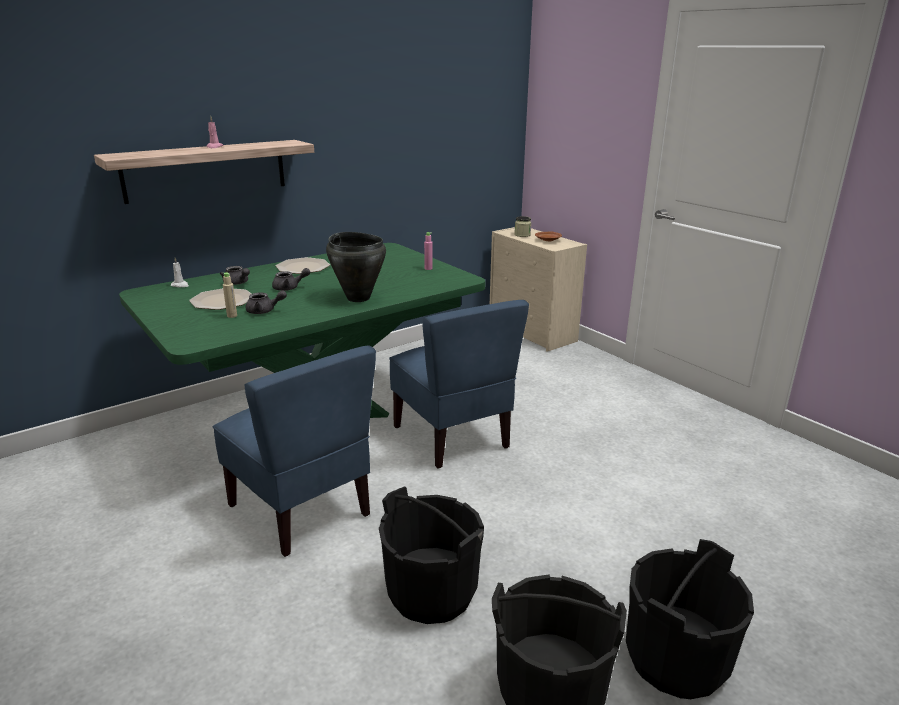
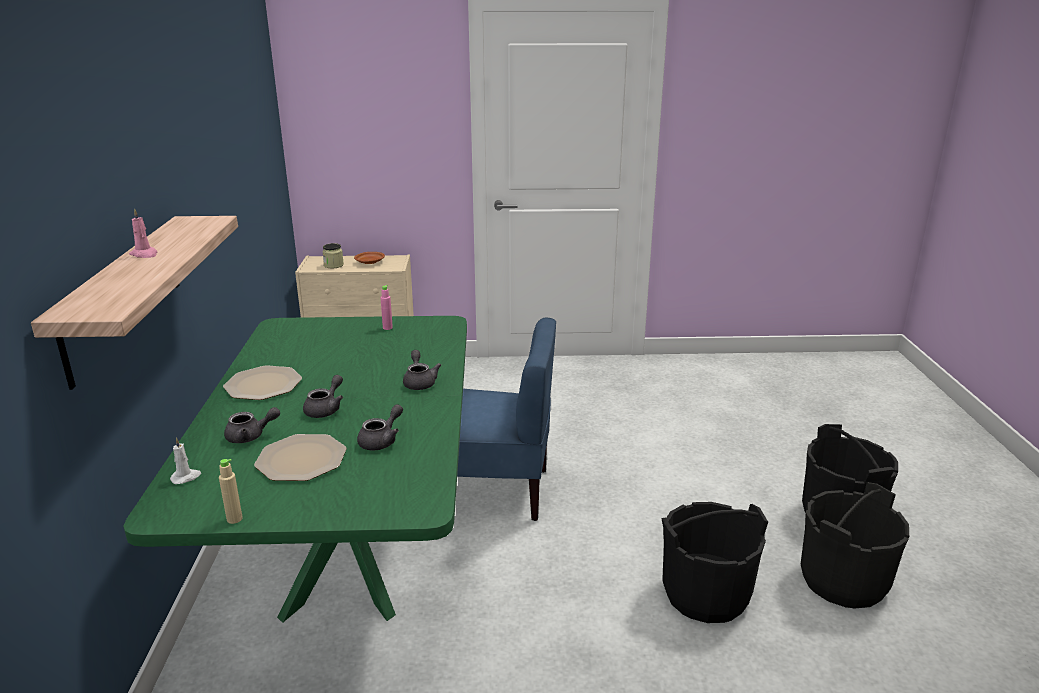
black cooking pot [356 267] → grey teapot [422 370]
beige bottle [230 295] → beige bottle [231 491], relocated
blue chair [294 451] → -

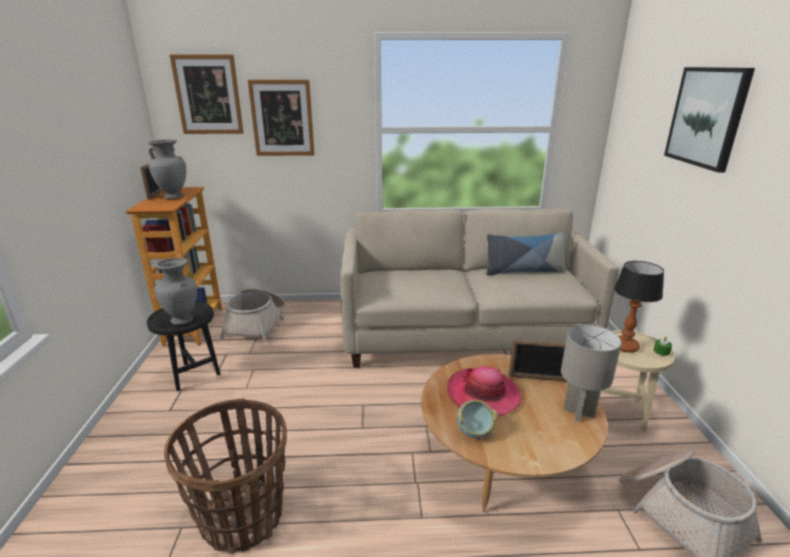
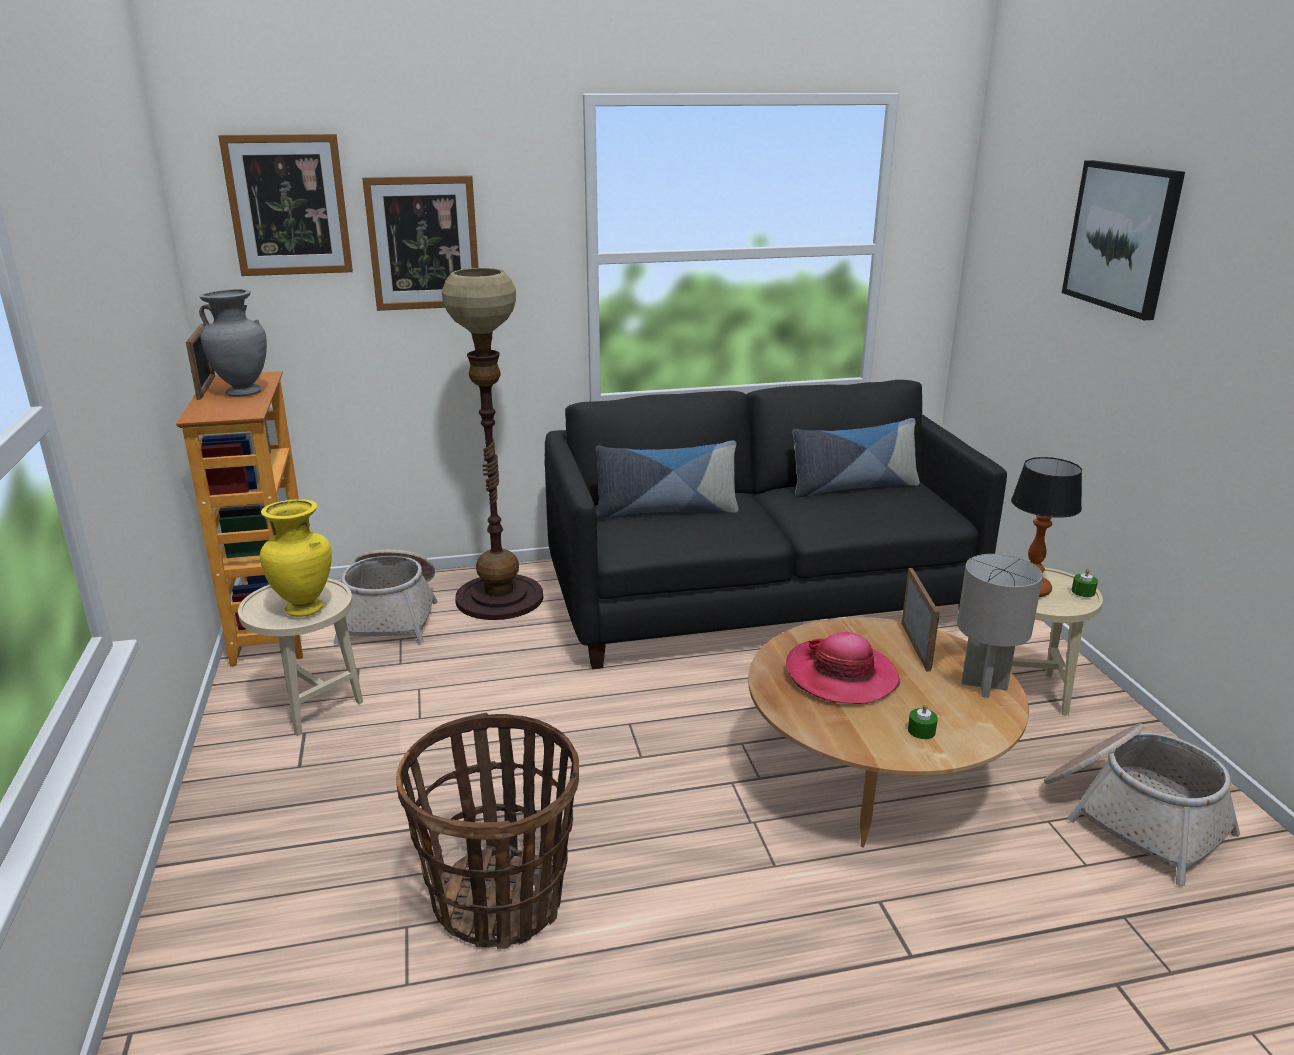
beige sofa [480 288] → black sofa [776 524]
grey vase [175 291] → yellow vase [296 558]
black side table [184 346] → beige side table [300 657]
picture frame [538 360] → picture frame [921 619], 90 degrees counterclockwise
bowl [477 419] → -
- → floor lamp [492 444]
- → pillow [667 479]
- → green candle [923 721]

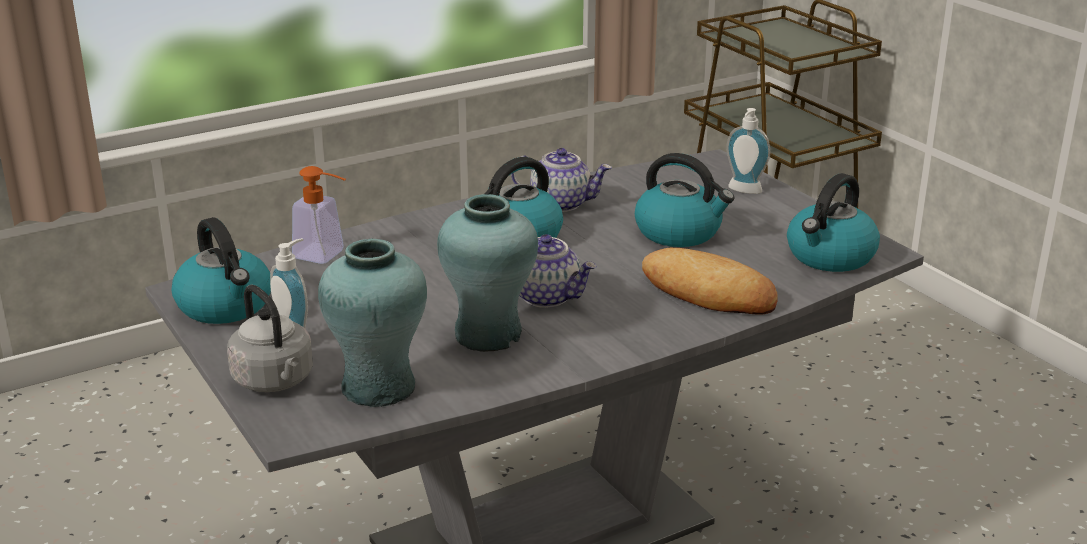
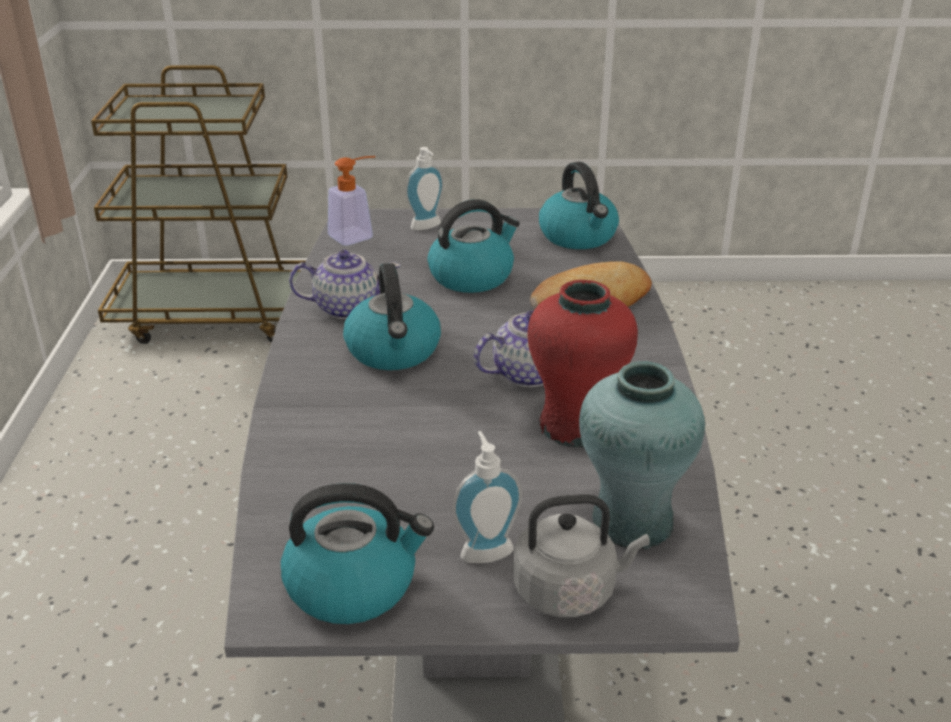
teapot [561 180] → teapot [344 284], 45 degrees clockwise
soap dispenser [319 215] → soap dispenser [352 201], relocated
turquoise vase [487 273] → red vase [583 363]

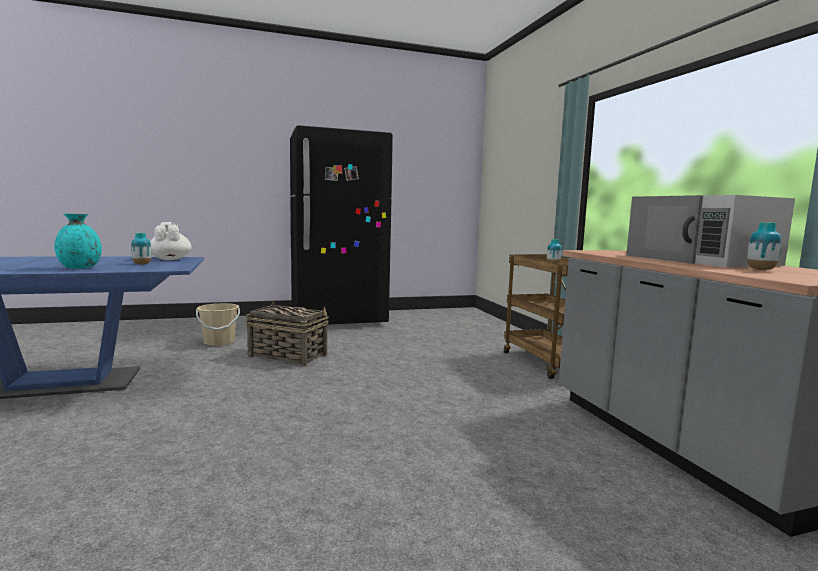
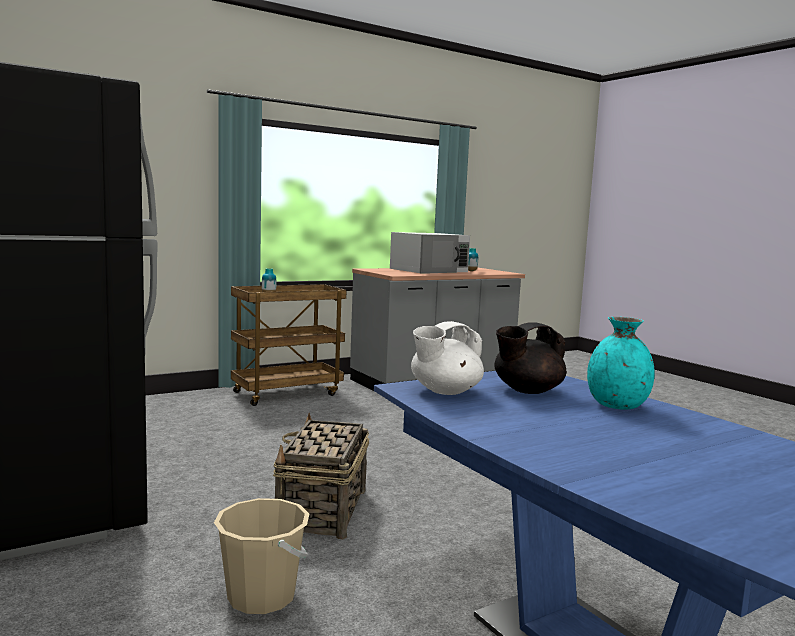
vase [141 249] → black teapot [530 358]

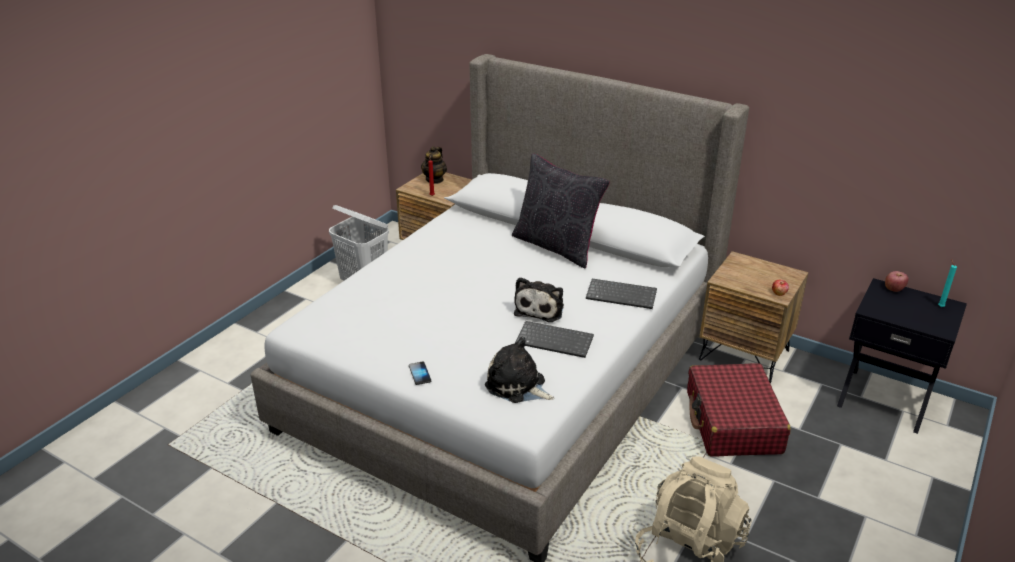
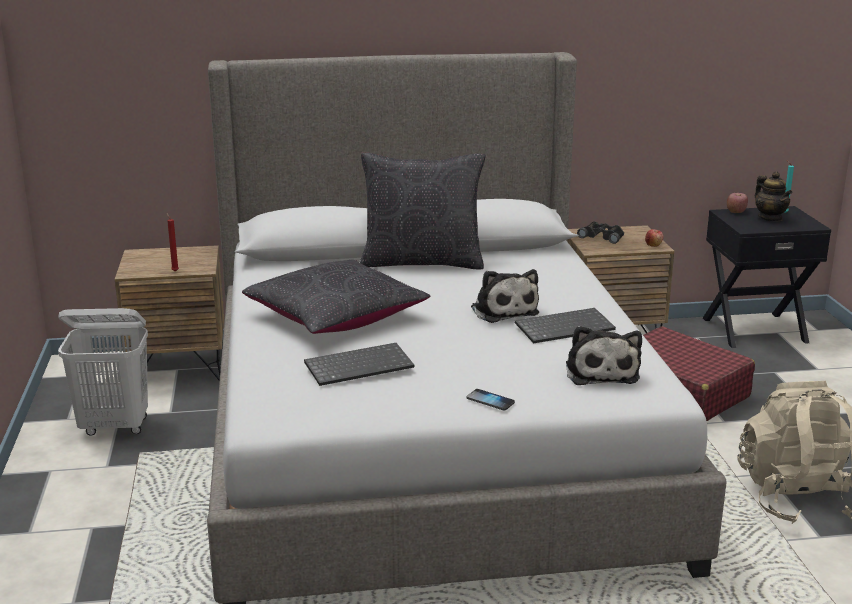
teapot [434 165] → teapot [773 196], relocated
keyboard [621 294] → keyboard [359 364], relocated
plush toy [519 370] → plush toy [604 355], 90 degrees counterclockwise
- → black binoculars [600 232]
- → black pillow [336 297]

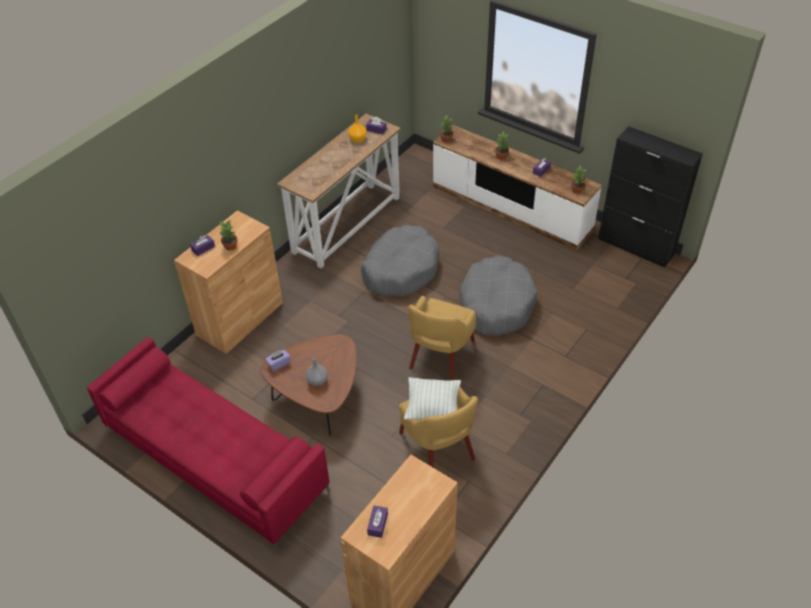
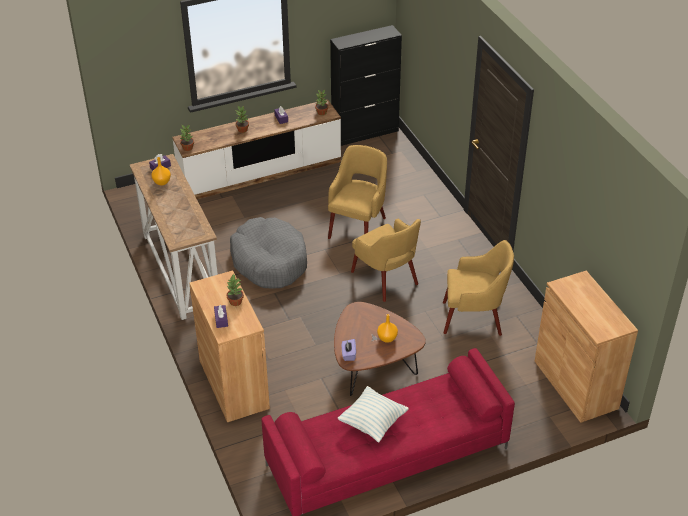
grey dog bed [498 295] → yellow armchair [357 192]
grey vase [317 372] → orange vase [387 328]
pillow [432 398] → pillow [373 414], relocated
purple tissue box [377 522] → -

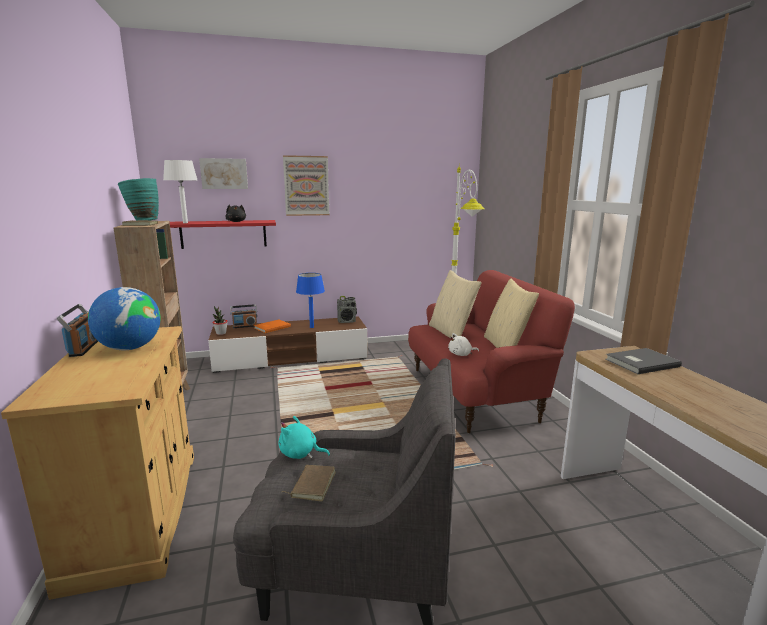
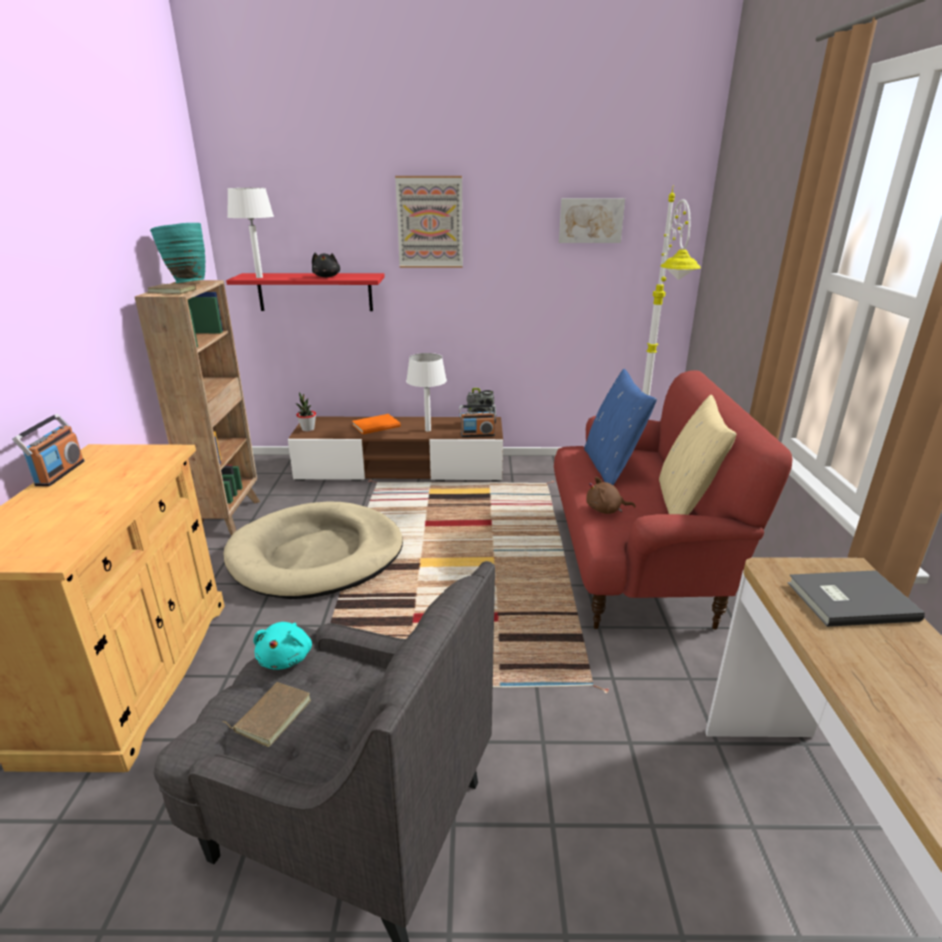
picture [223 173] → picture [592 220], relocated
beige pillow [455 304] → blue pillow [620 427]
blue table lamp [310 300] → white table lamp [426 392]
globe [124 318] → -
radio [243 316] → radio [477 420], relocated
white plush toy [463 344] → brown plush toy [610 495]
turquoise plush toy [304 437] → turquoise plush toy [282 646], 120 degrees counterclockwise
- → beige dog bed [313 550]

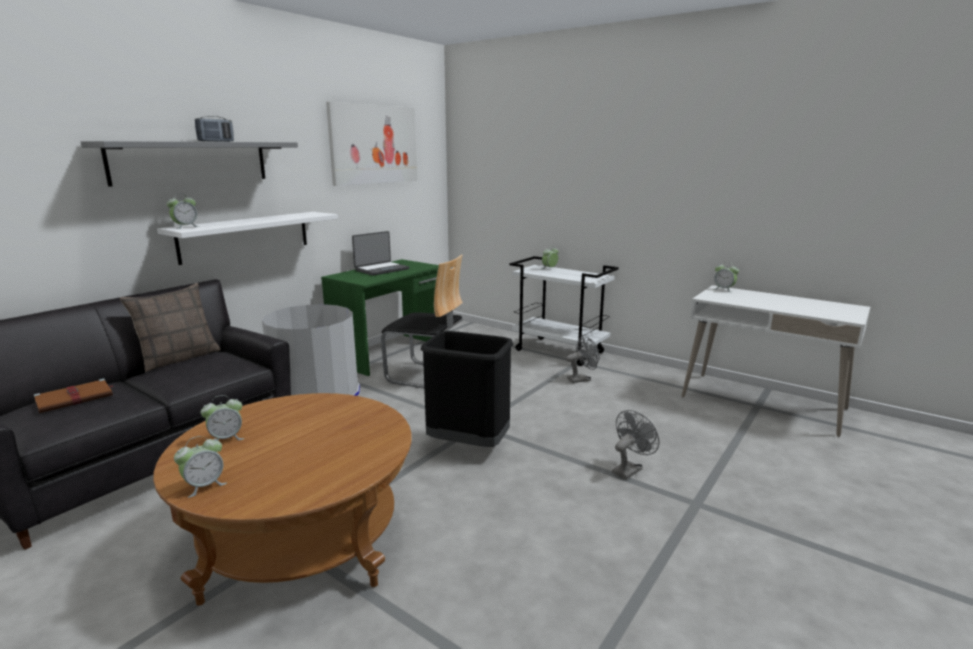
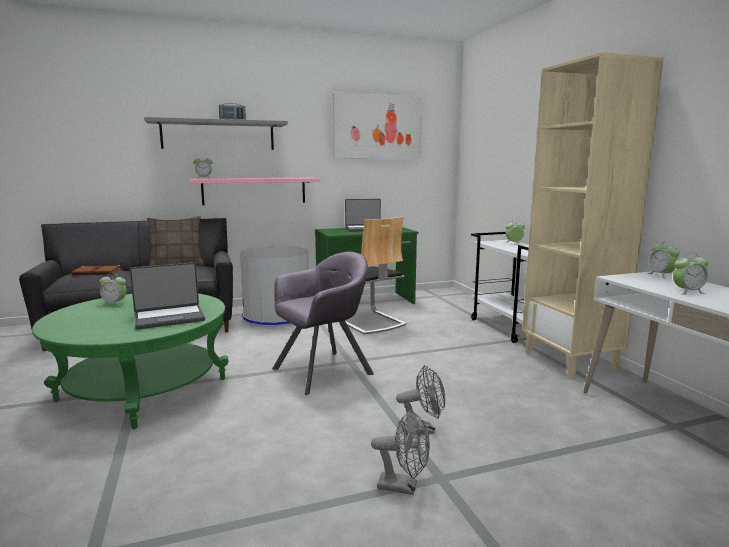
white shelf [247 238] → pink shelf [255 191]
black trash can [467 389] → grey armchair [323 323]
grey fan [582 359] → grey fan [400 452], relocated
brown coffee table [282 499] → green coffee table [130 361]
alarm clock [200 467] → alarm clock [690 274], relocated
- → beige bookcase [593 215]
- → laptop [167 296]

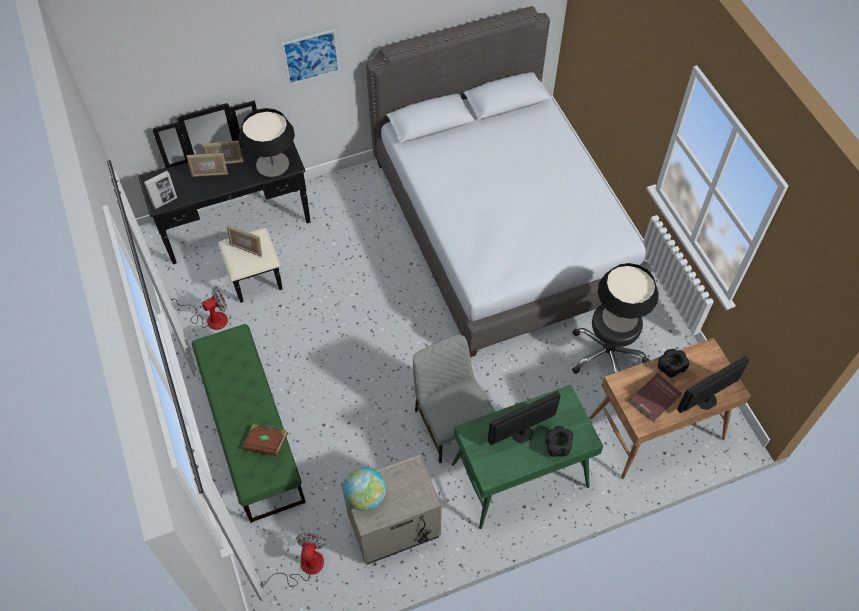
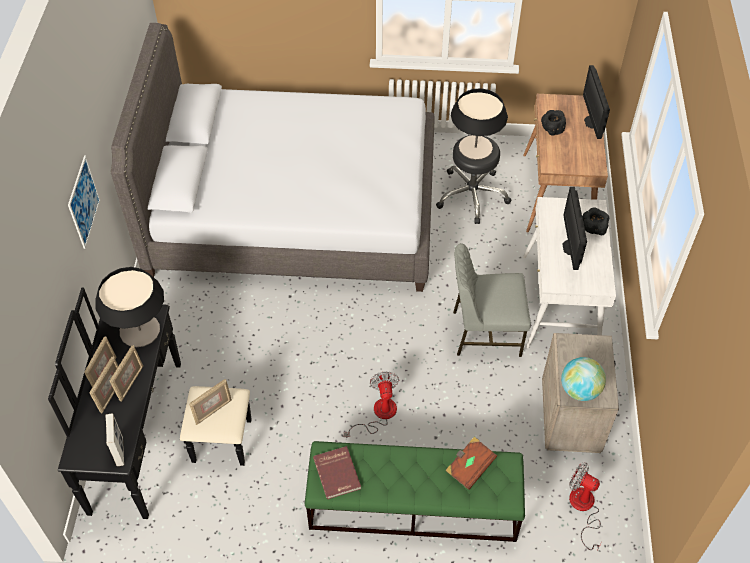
fan [198 309] → fan [371 405], relocated
red book [655 397] → red book [337 472], relocated
green desk [528 457] → white desk [569 272]
- → picture frame [126 373]

